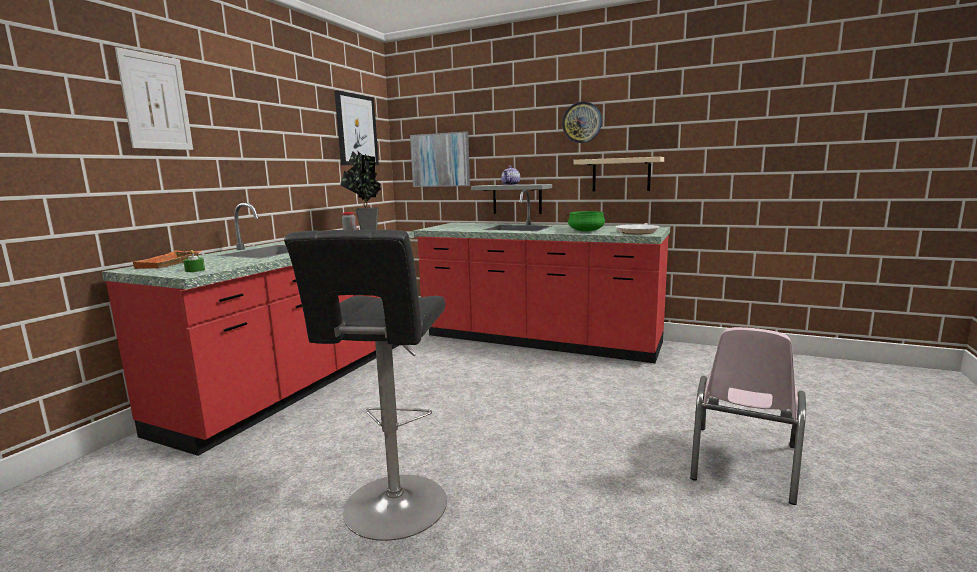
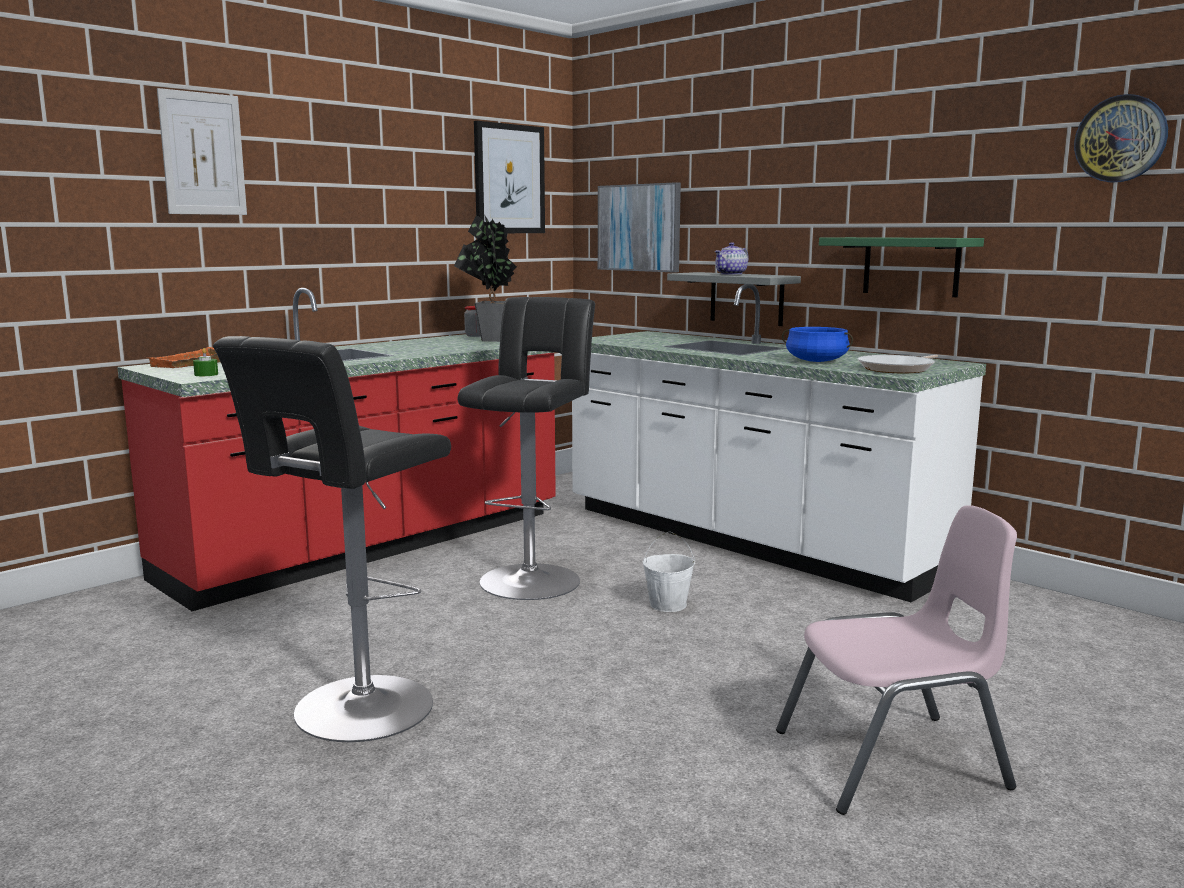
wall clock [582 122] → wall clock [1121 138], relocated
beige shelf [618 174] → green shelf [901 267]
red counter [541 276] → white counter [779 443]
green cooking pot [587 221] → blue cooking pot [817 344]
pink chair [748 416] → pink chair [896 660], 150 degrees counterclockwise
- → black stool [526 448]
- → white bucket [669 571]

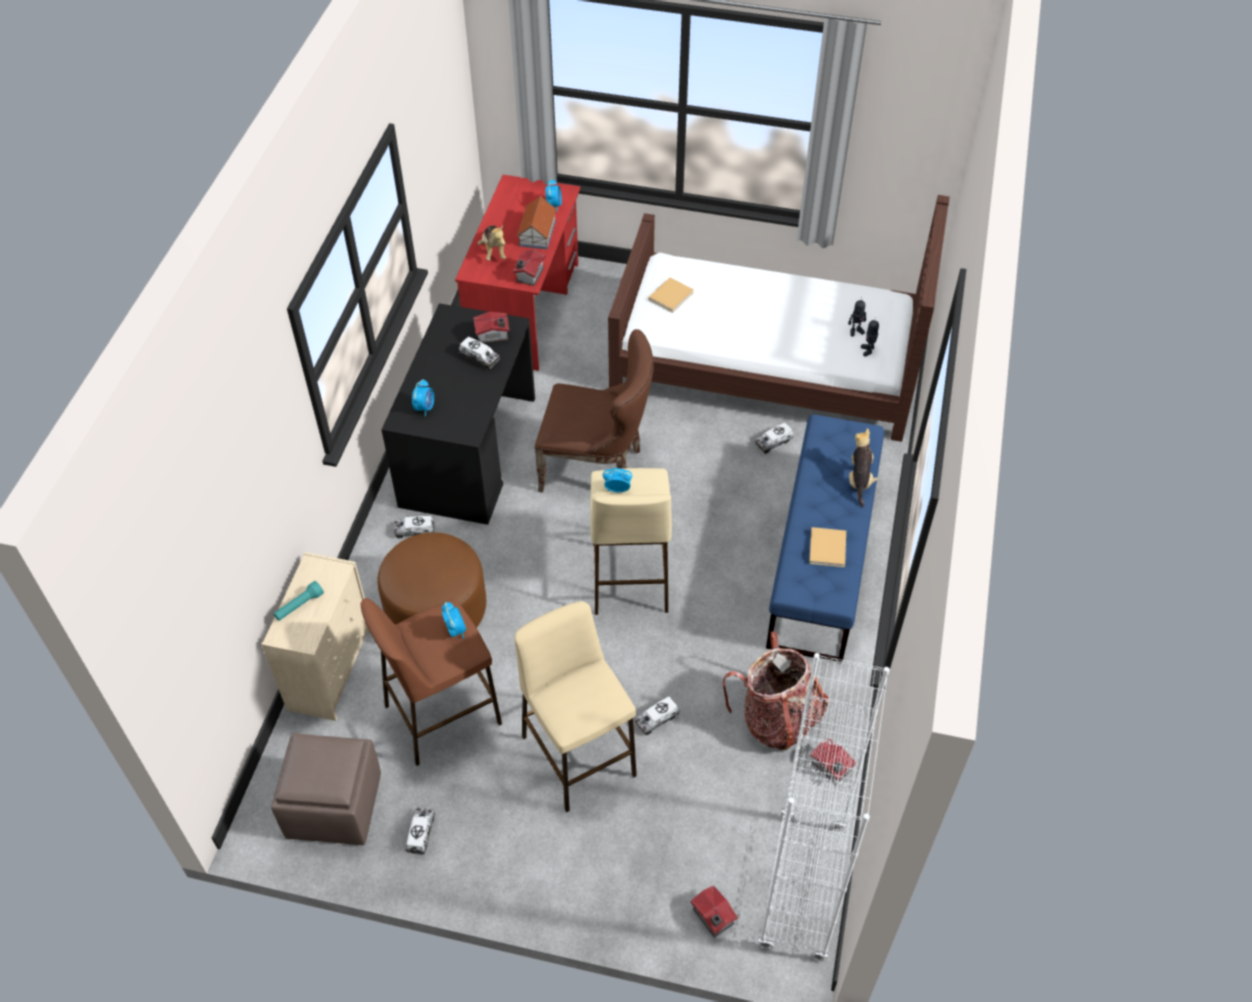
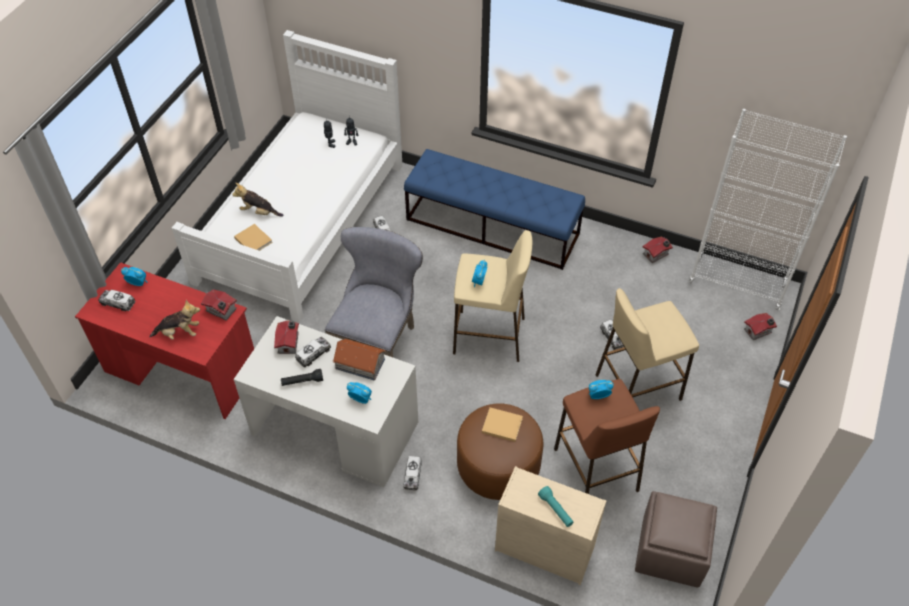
brown bed [779 318] → white bed [287 176]
toy house [537 223] → toy house [359 360], relocated
black desk [458 414] → white desk [326 401]
brown chair [594 411] → grey chair [374 292]
plush toy [863 468] → plush toy [258 200], relocated
beige book [827 547] → beige book [502 424], relocated
backpack [776 691] → -
toy truck [420 831] → toy truck [117 300], relocated
- → black flashlight [302 377]

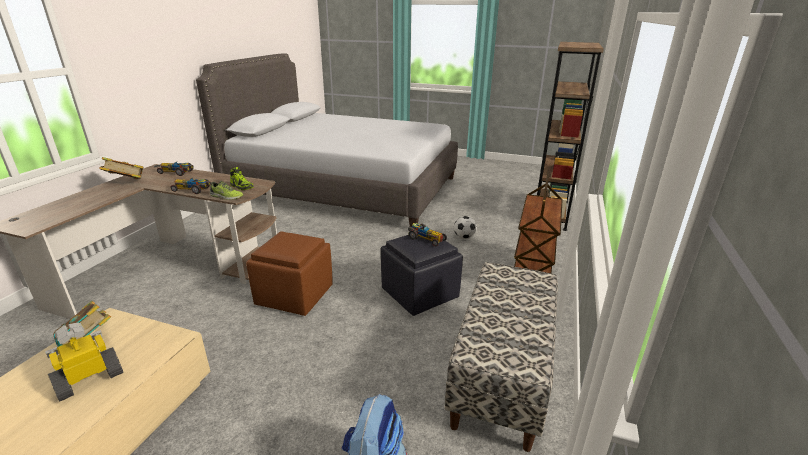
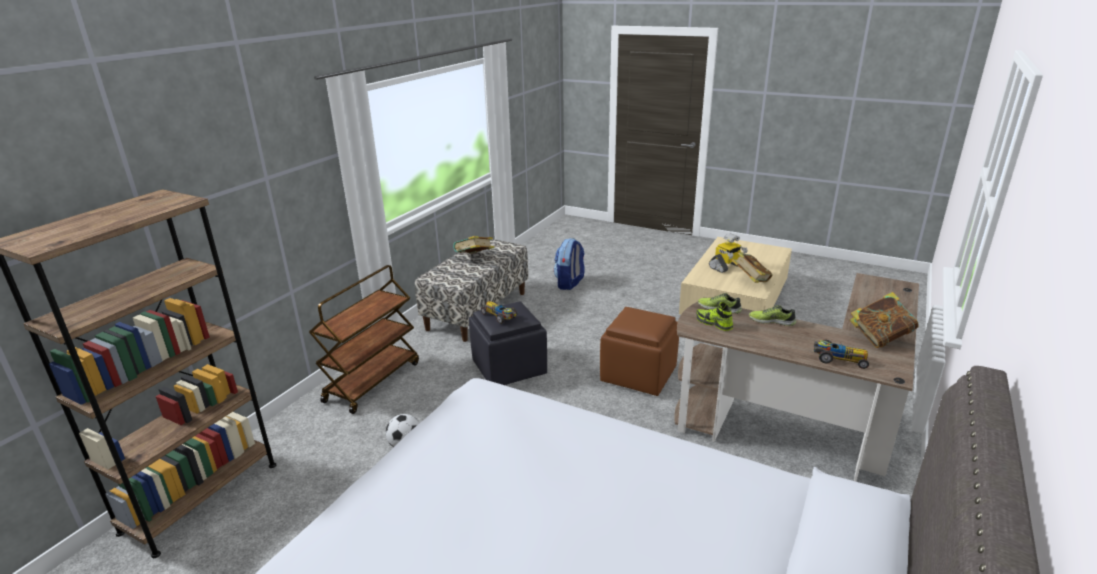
toy car [191 186] → shoe [772 315]
- → book [473 244]

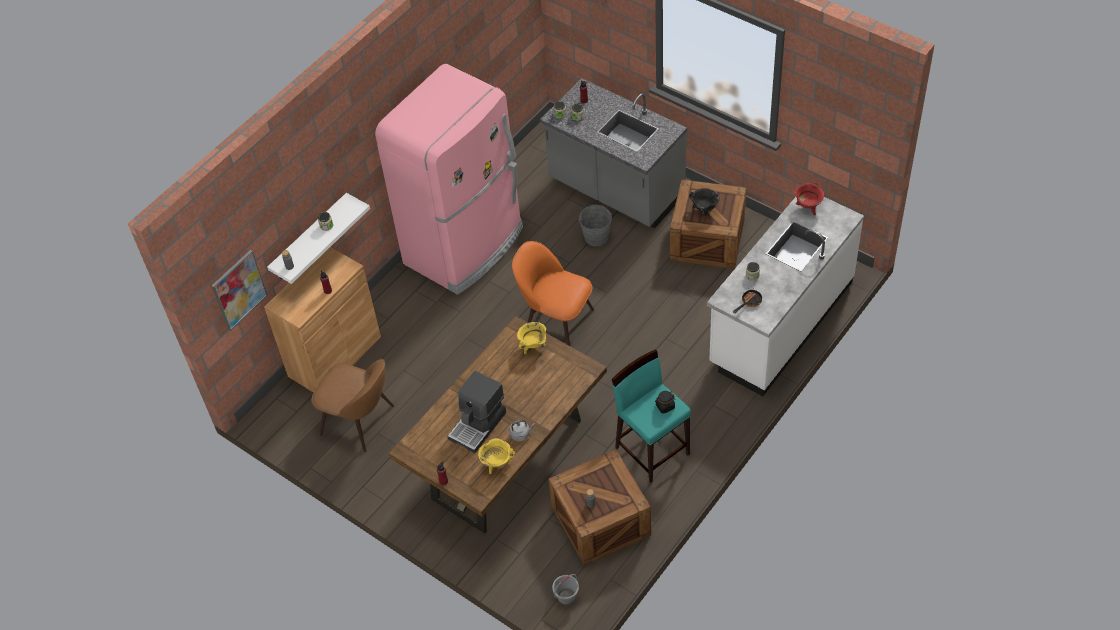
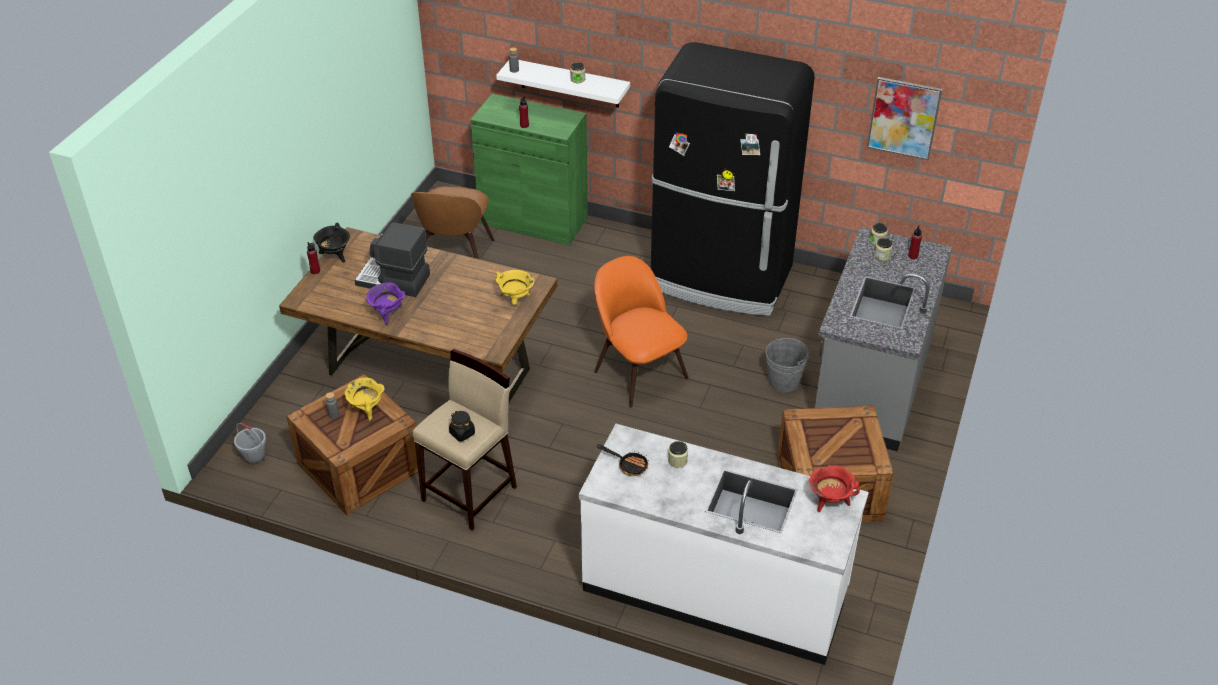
pink fridge [449 179] → black fridge [733 179]
black cooking pot [704 202] → black cooking pot [331 242], relocated
orange chair [553 293] → orange chair [641 332], 45 degrees counterclockwise
brown cabinet [322 320] → green cabinet [529 169]
picture [240 290] → picture [904 118], relocated
turquoise stool [651 416] → beige stool [465 439]
grey kettle [522 430] → purple cooking pot [385 304]
yellow cooking pot [496 456] → yellow cooking pot [364 399], relocated

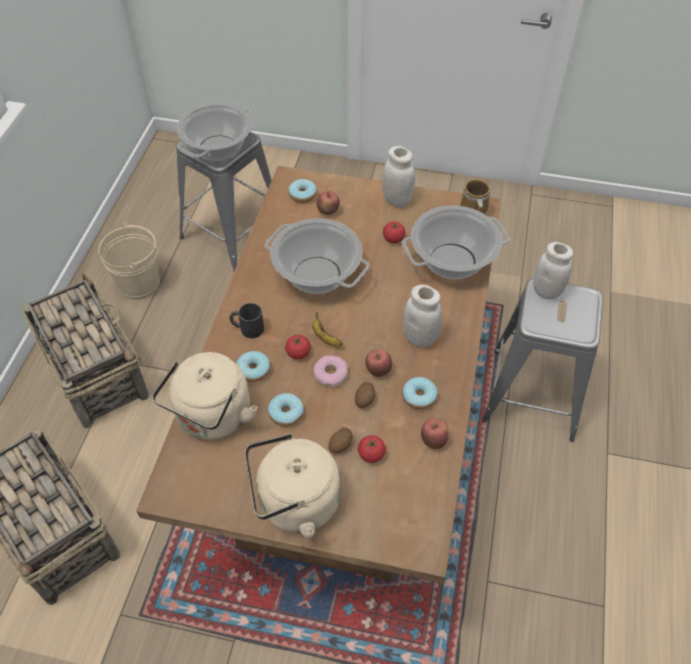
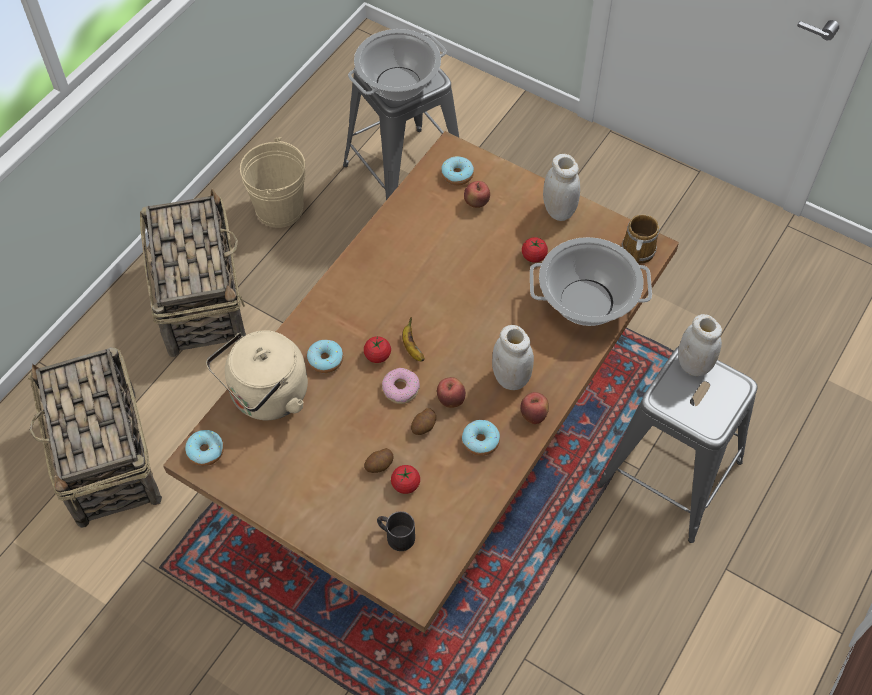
cooking pot [317 256] → -
black mug [246 321] → black mug [396 531], relocated
donut [286 409] → donut [204 448], relocated
apple [435 433] → apple [535 408], relocated
beige kettle [292 486] → -

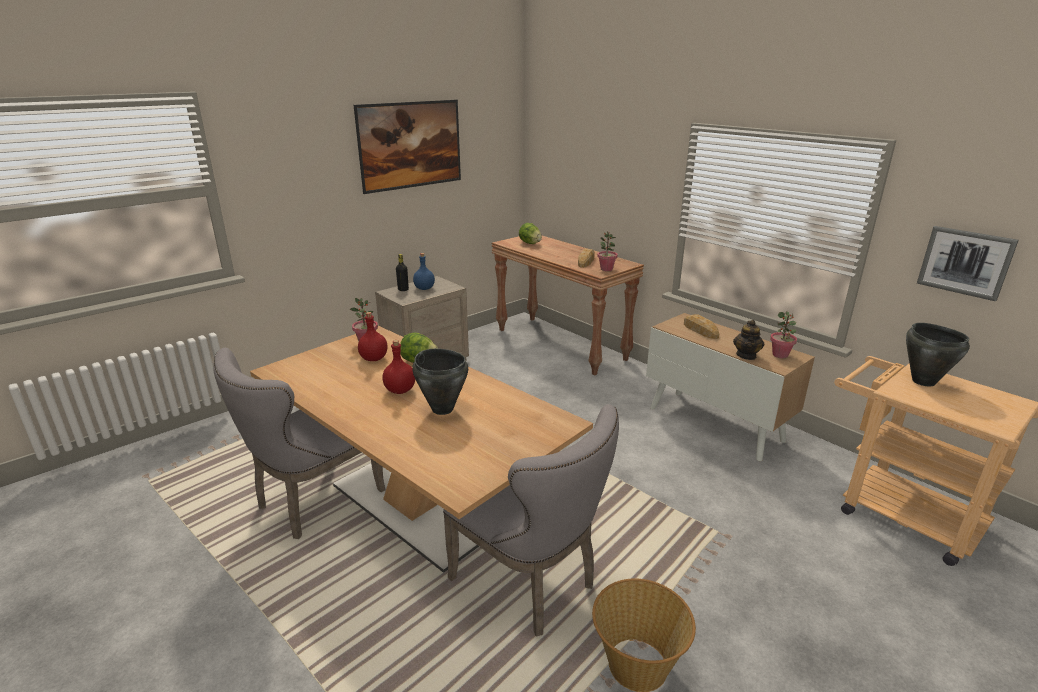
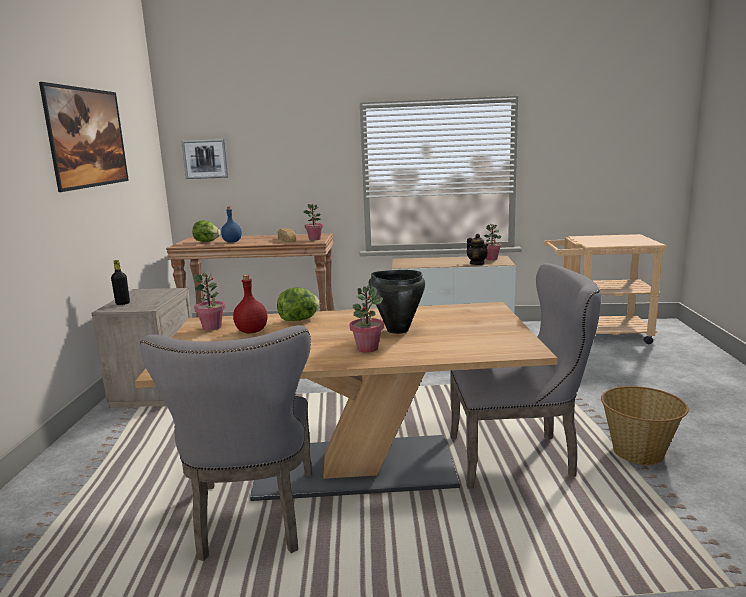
picture [968 263] → picture [205 159], relocated
blue bottle [424 271] → blue bottle [231 224], relocated
bread [701 327] → -
black cooking pot [938 354] → -
red bottle [398 367] → -
- → potted plant [367 319]

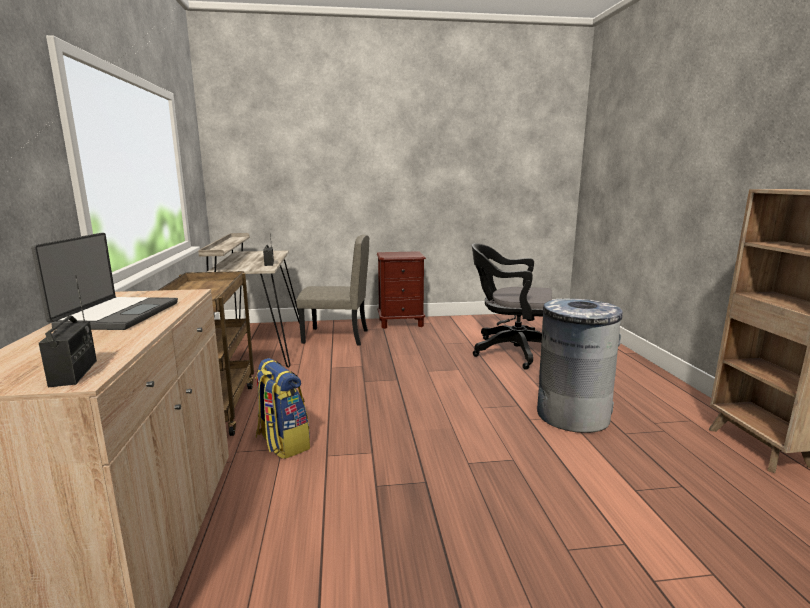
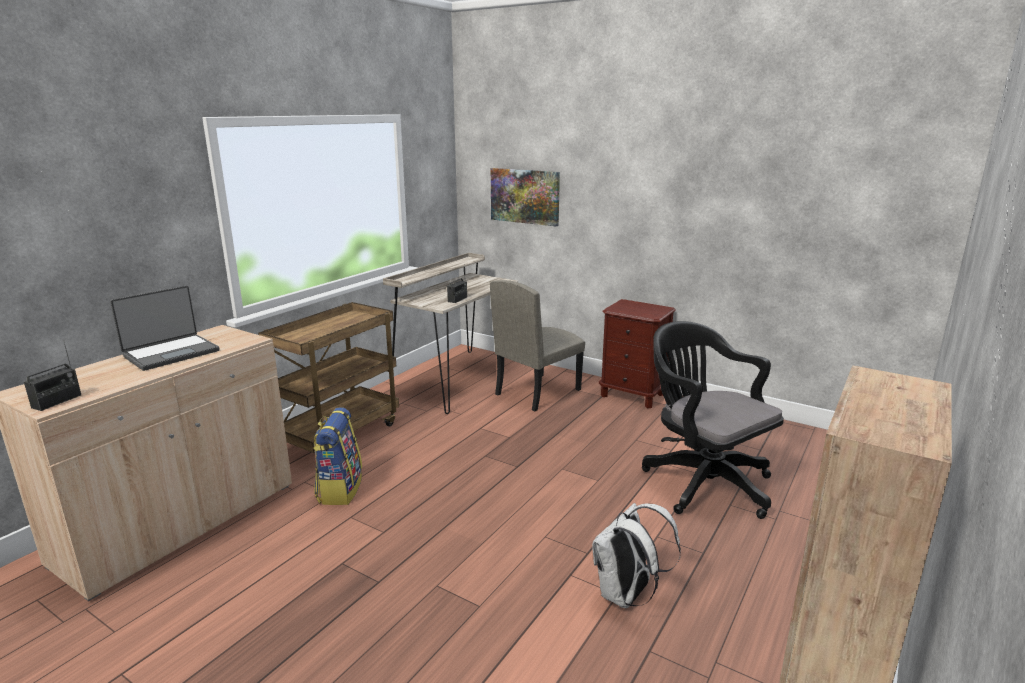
beige chair [332 290] → beige chair [537 345], 90 degrees clockwise
grey trash can [580 366] → white backpack [636 555]
- → picture [525 197]

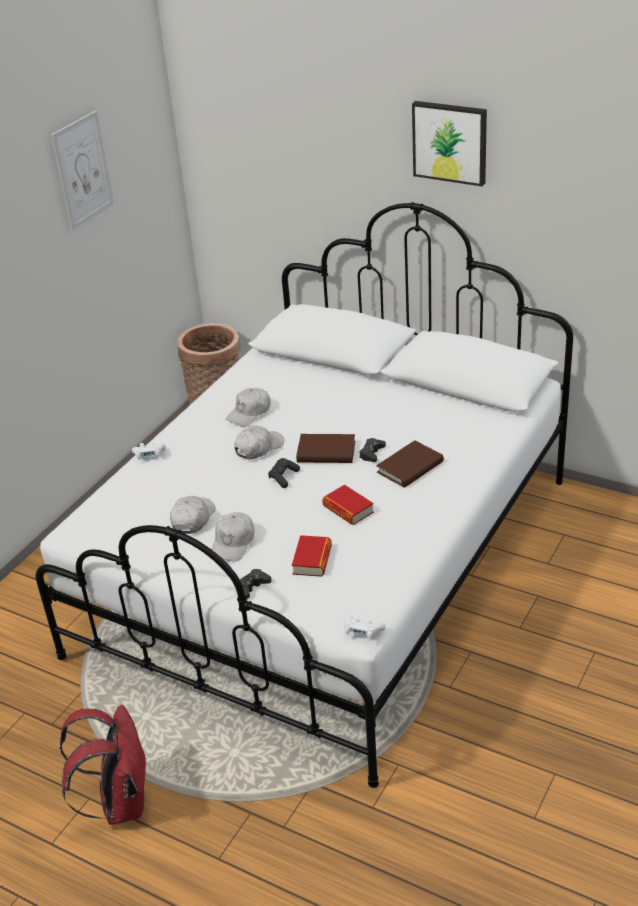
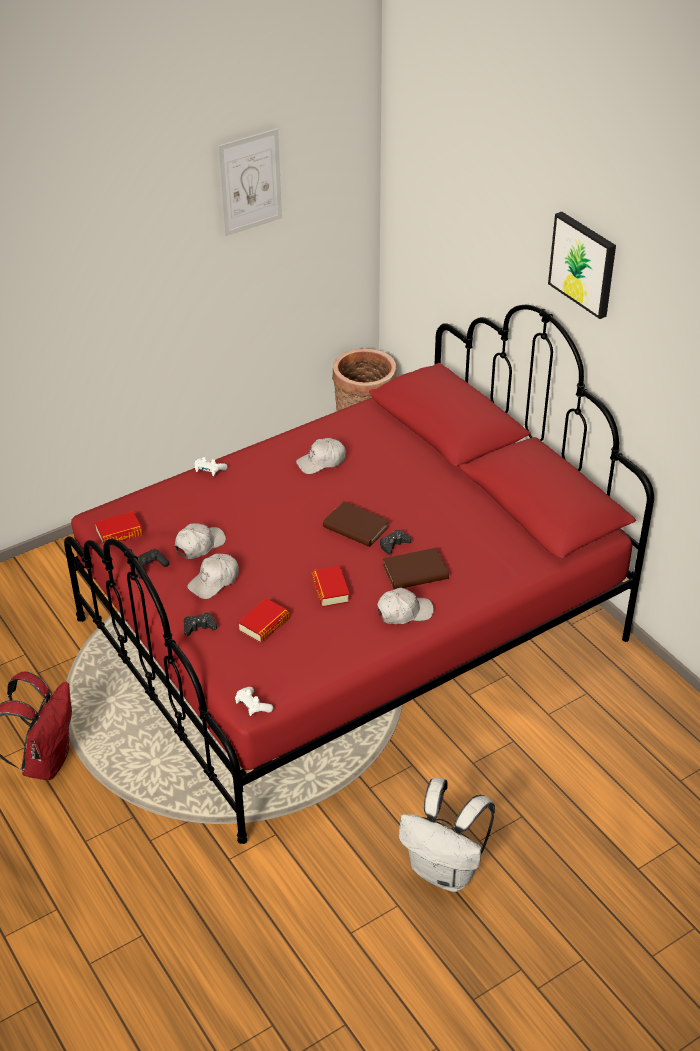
white bed [304 495] → red bed [359 574]
white cap [259 443] → white cap [405 606], relocated
black game controller [284 473] → black game controller [152 564], relocated
- → book [119 529]
- → white backpack [447 834]

